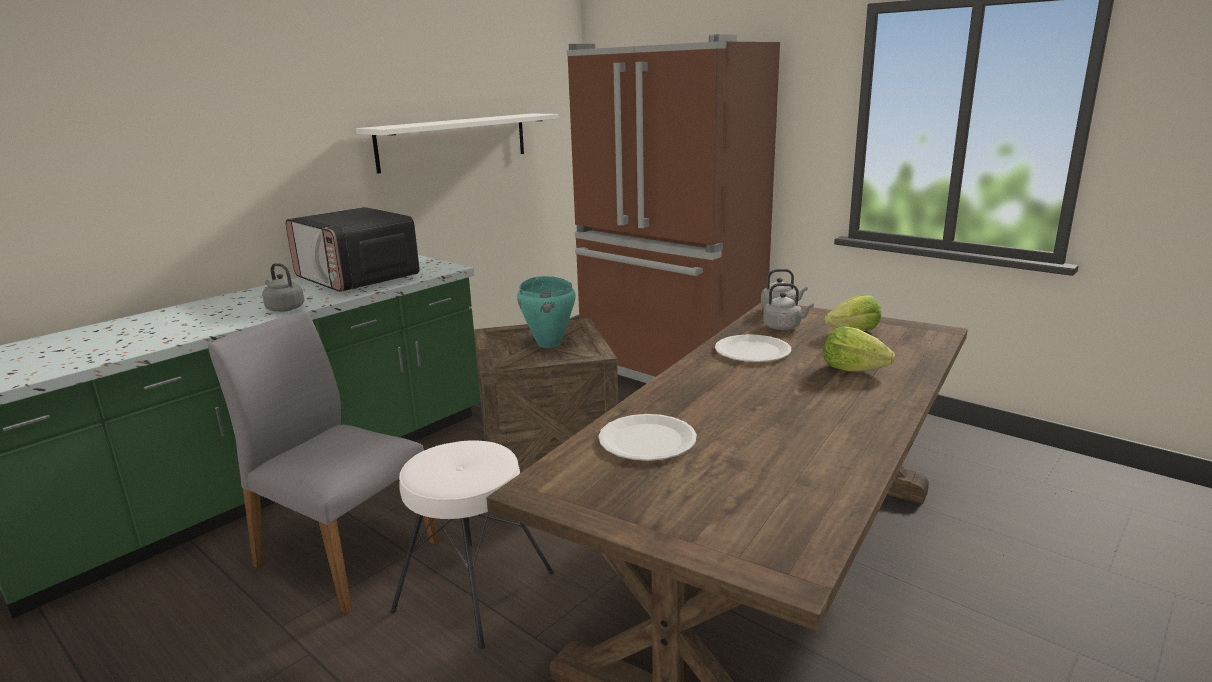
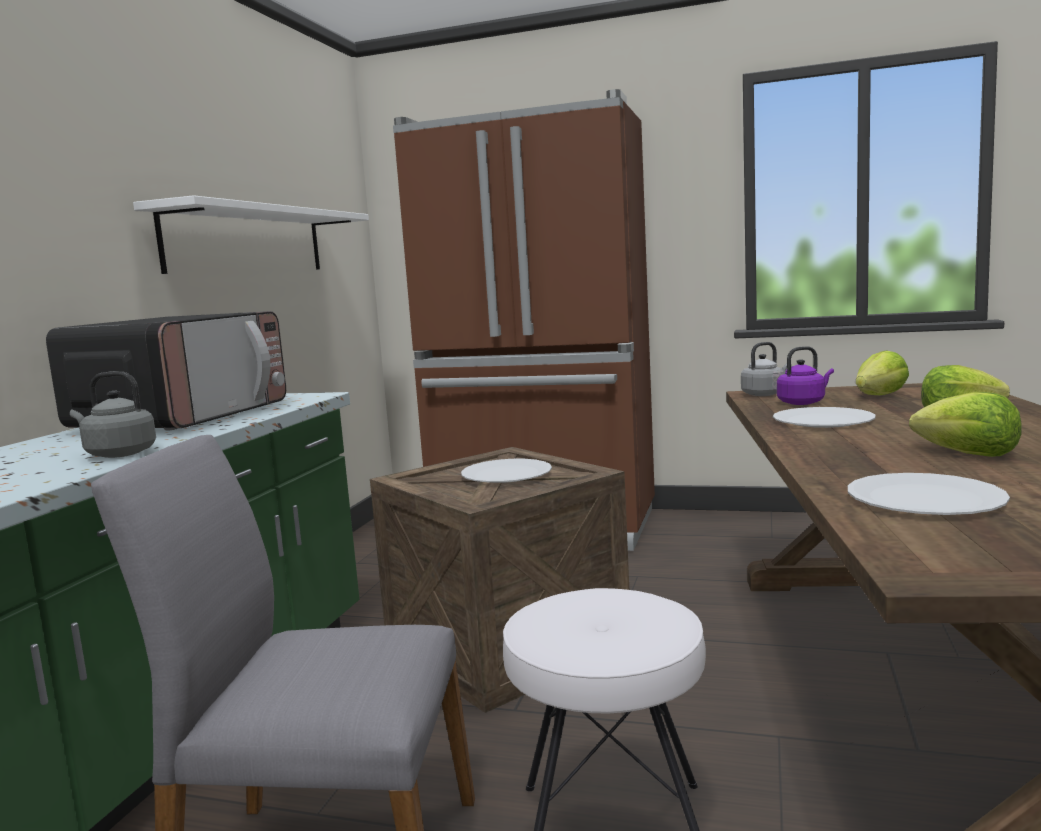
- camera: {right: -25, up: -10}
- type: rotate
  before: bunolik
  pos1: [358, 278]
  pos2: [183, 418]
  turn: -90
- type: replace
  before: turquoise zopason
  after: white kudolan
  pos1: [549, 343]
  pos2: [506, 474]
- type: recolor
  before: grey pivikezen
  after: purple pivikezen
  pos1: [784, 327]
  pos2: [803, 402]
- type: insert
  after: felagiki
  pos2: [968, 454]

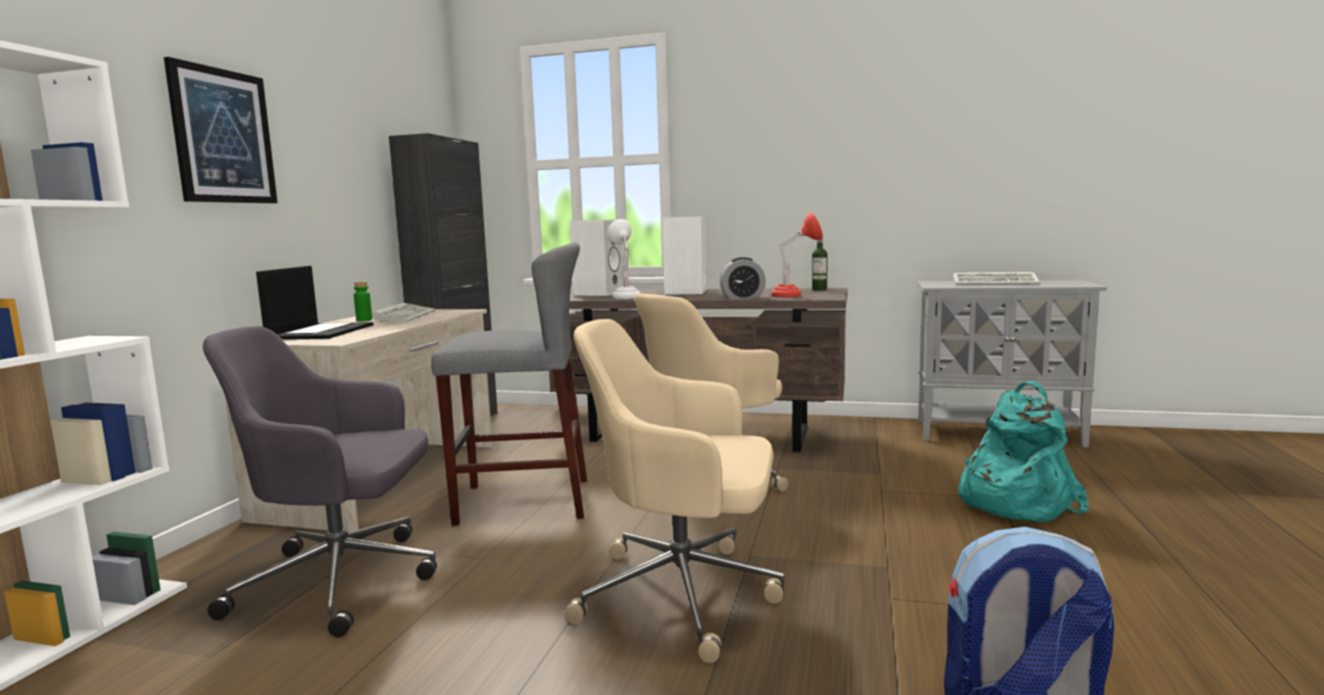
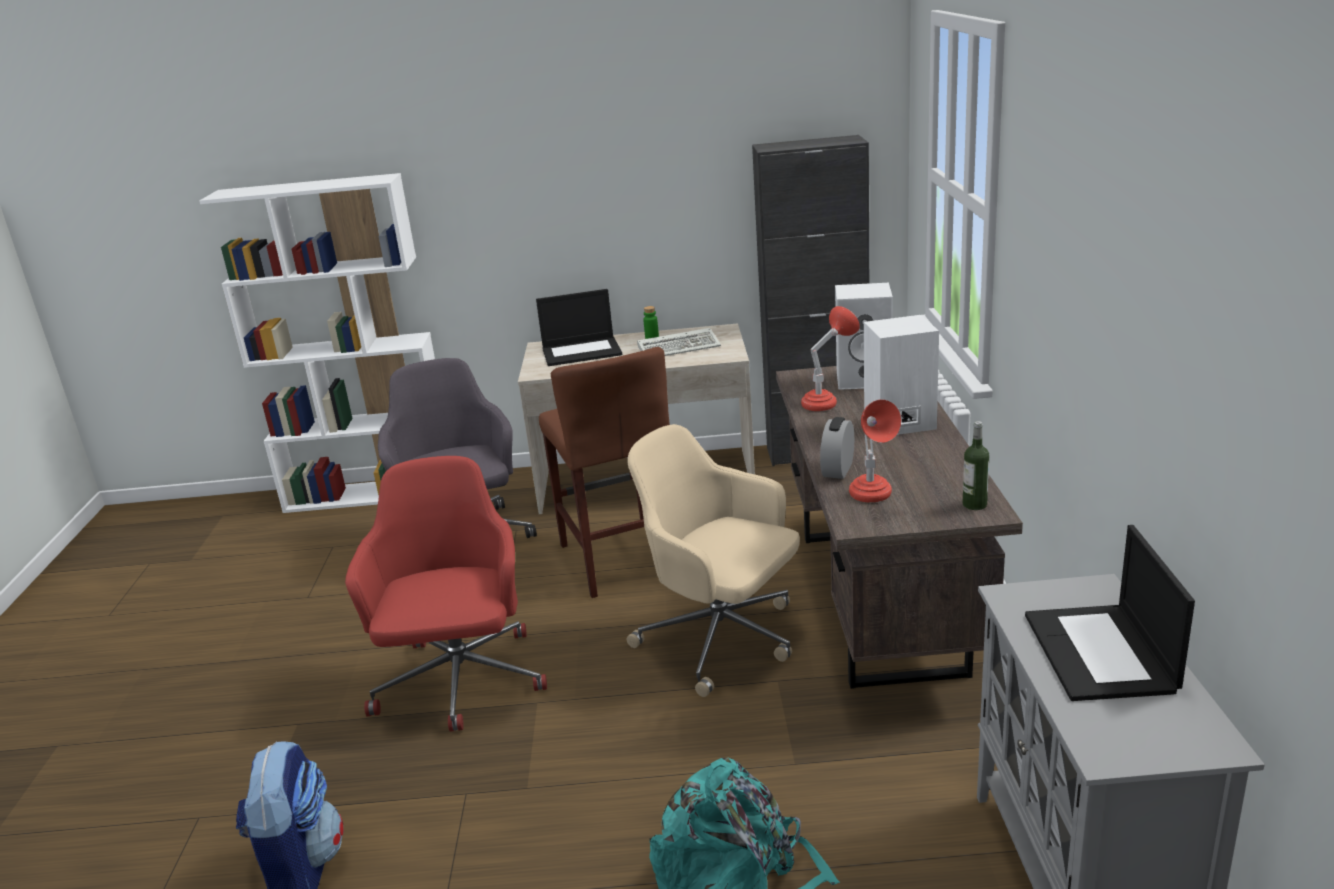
- camera: {right: 75, up: 15}
- type: delete
  before: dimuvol
  pos1: [223, 136]
- type: recolor
  before: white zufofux
  after: red zufofux
  pos1: [625, 297]
  pos2: [827, 402]
- type: recolor
  before: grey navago
  after: brown navago
  pos1: [523, 501]
  pos2: [621, 558]
- type: rotate
  before: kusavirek
  pos1: [742, 298]
  pos2: [838, 469]
  turn: 45
- type: replace
  before: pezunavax
  after: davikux
  pos1: [996, 283]
  pos2: [1101, 653]
- type: recolor
  before: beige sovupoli
  after: red sovupoli
  pos1: [684, 594]
  pos2: [460, 683]

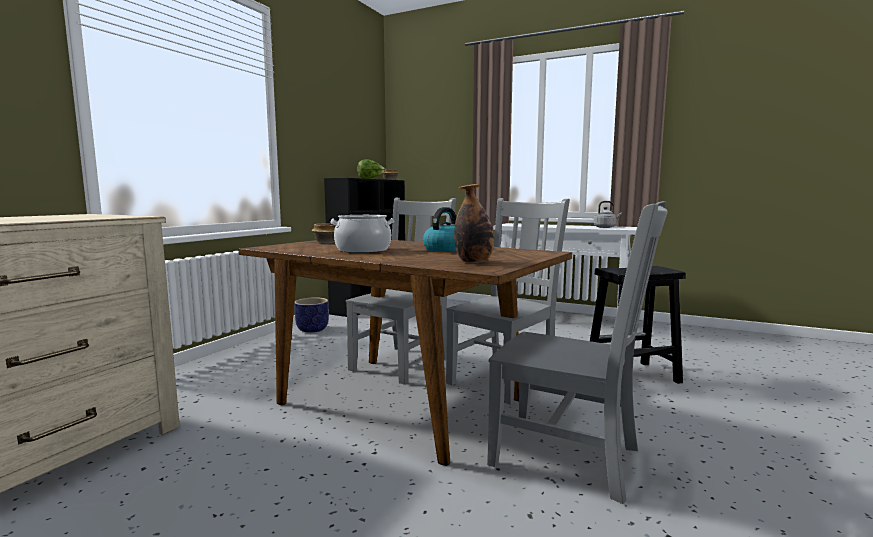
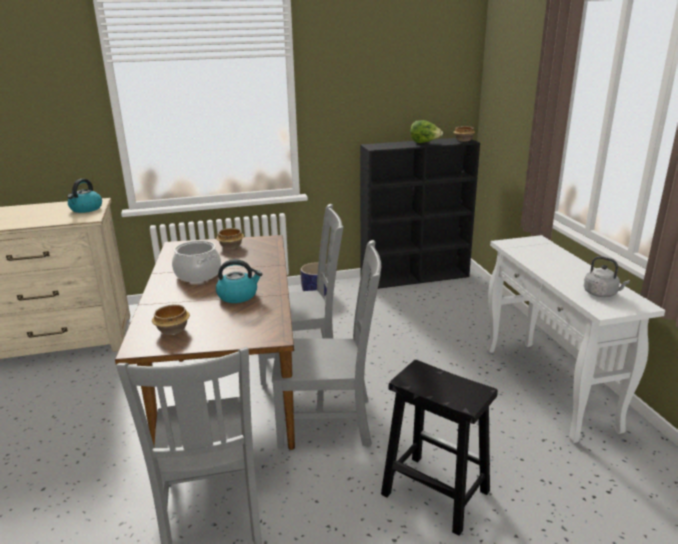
- camera: {right: 50, up: 15}
- type: replace
  before: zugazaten
  after: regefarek
  pos1: [474, 262]
  pos2: [172, 330]
- type: insert
  after: pivikezen
  pos2: [86, 209]

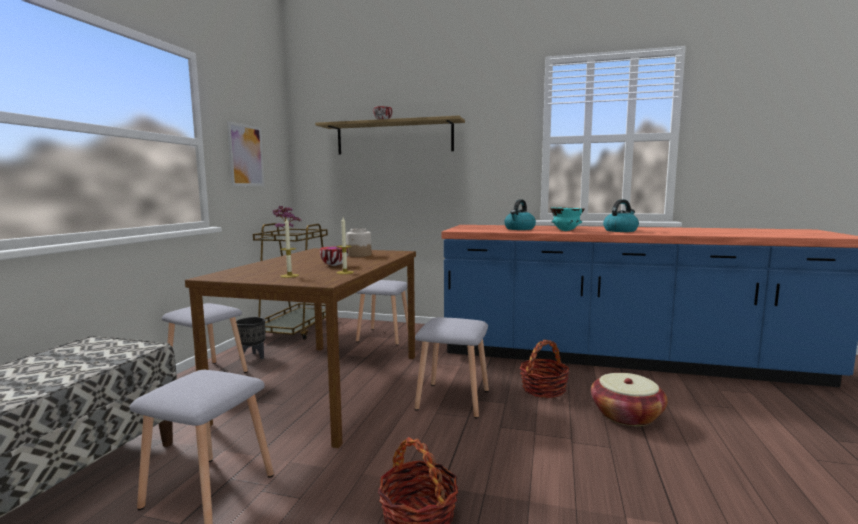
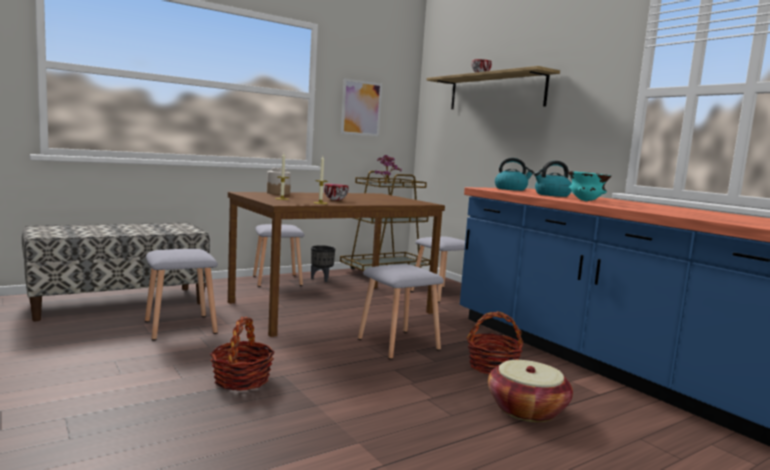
- camera: {right: 40, up: 0}
- type: move
  before: pivikezen
  pos1: [620, 231]
  pos2: [511, 189]
- type: move
  before: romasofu
  pos1: [359, 255]
  pos2: [278, 193]

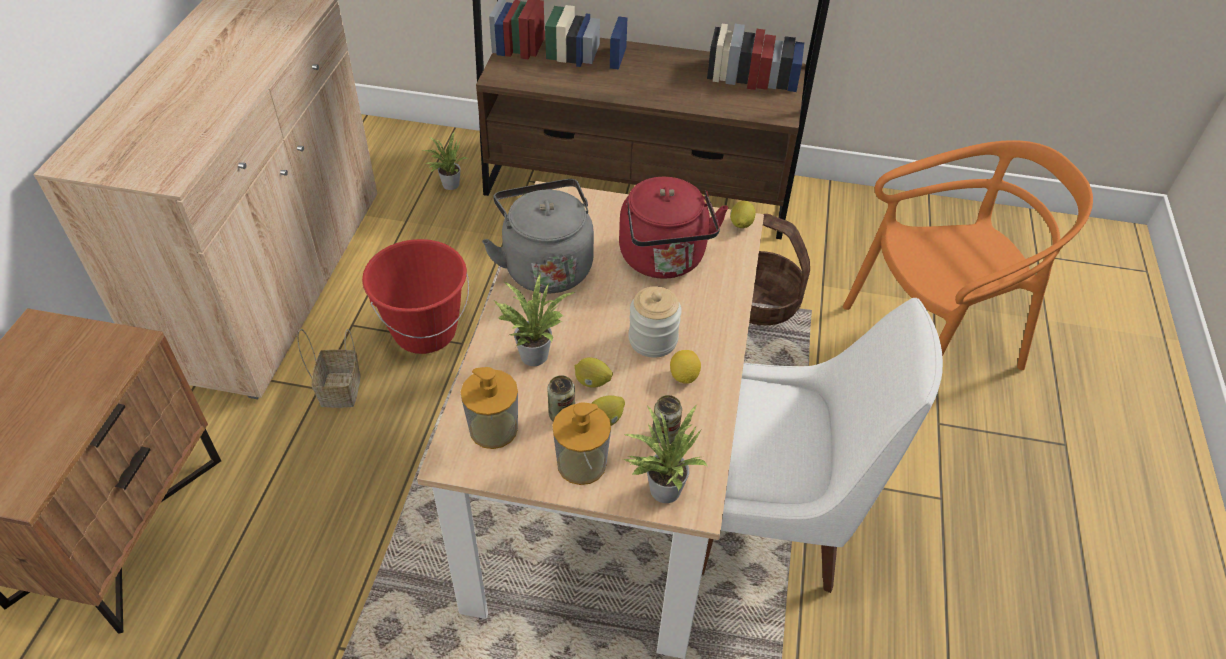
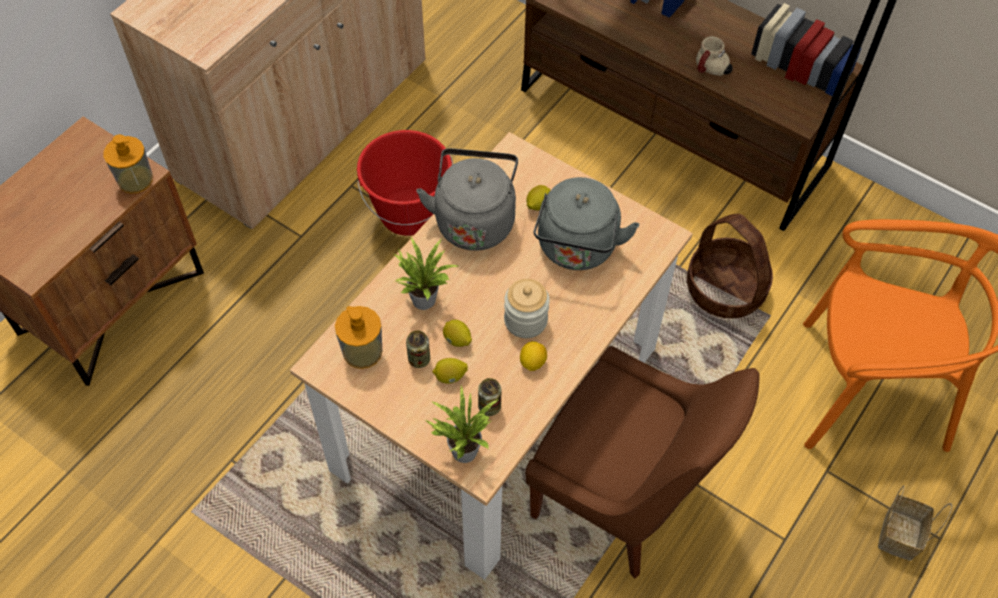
- camera: {right: 25, up: 10}
- type: delete
  before: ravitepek
  pos1: [448, 184]
- type: recolor
  before: red pivikezen
  after: grey pivikezen
  pos1: [664, 260]
  pos2: [577, 249]
- type: move
  before: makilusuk
  pos1: [740, 224]
  pos2: [538, 205]
- type: recolor
  before: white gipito
  after: brown gipito
  pos1: [774, 519]
  pos2: [622, 497]
- type: move
  before: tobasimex
  pos1: [339, 388]
  pos2: [898, 533]
- type: move
  before: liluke
  pos1: [581, 464]
  pos2: [135, 179]
- type: insert
  after: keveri
  pos2: [710, 71]

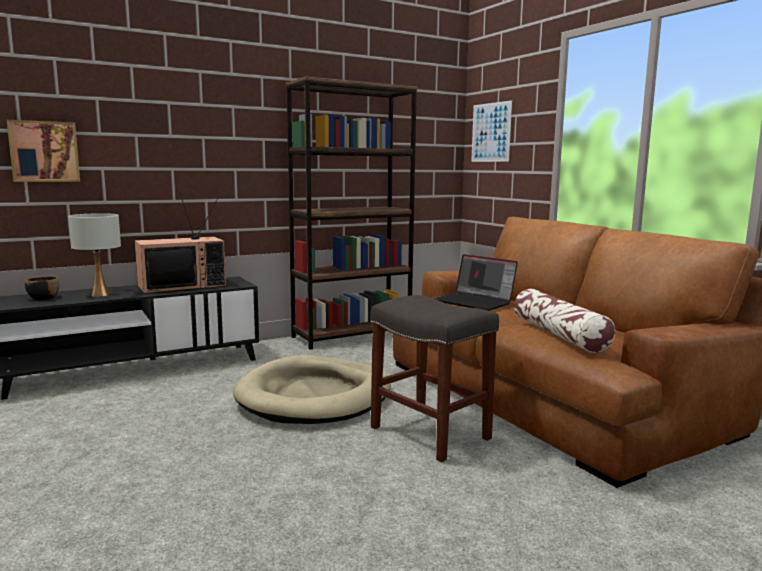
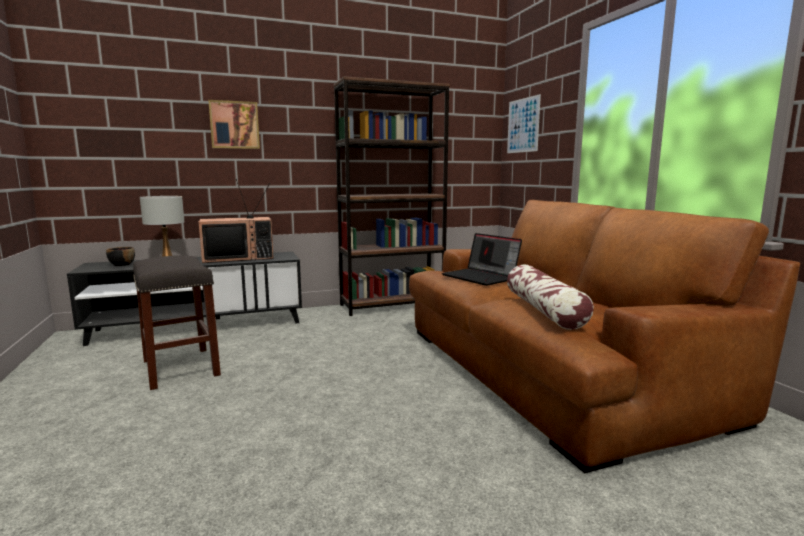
- camera: {right: 10, up: 0}
- type: move
  before: dimuvol
  pos1: [44, 151]
  pos2: [234, 125]
- type: move
  before: grey navago
  pos1: [428, 432]
  pos2: [180, 367]
- type: delete
  before: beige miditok
  pos1: [315, 396]

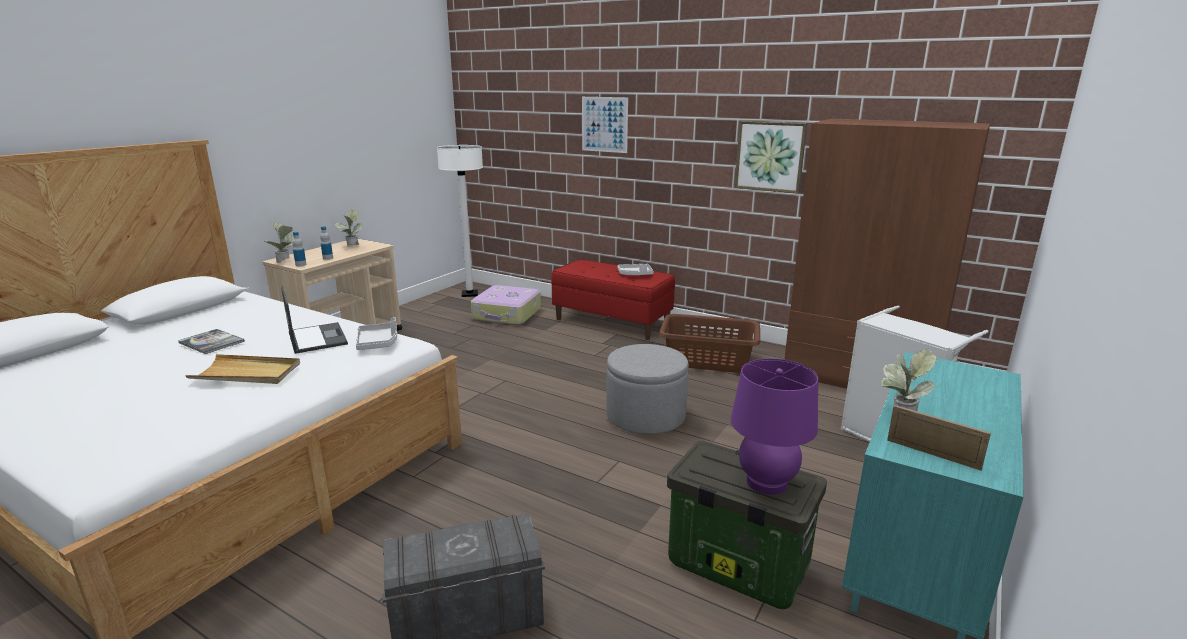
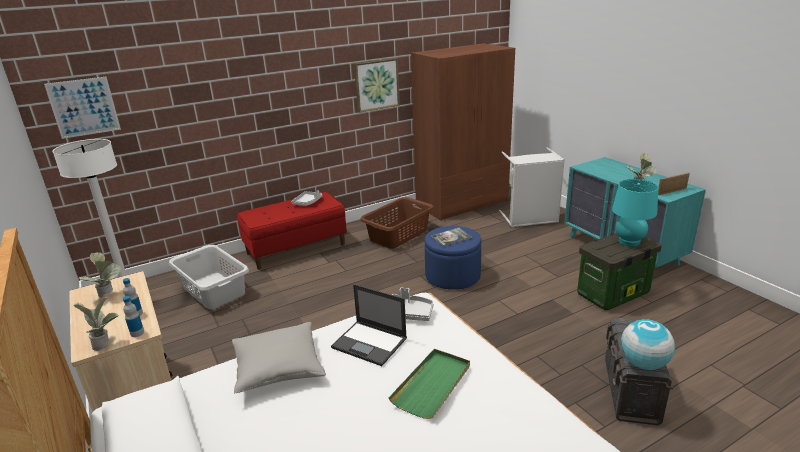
- camera: {right: -60, up: 5}
- type: move
  before: dimuvol
  pos1: [604, 124]
  pos2: [84, 107]
- type: replace
  before: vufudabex
  after: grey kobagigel
  pos1: [507, 314]
  pos2: [213, 290]
- type: rotate
  before: davikux
  pos1: [317, 338]
  pos2: [370, 343]
  turn: -150
- type: move
  before: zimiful
  pos1: [211, 342]
  pos2: [451, 237]
- type: recolor
  before: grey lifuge
  after: blue lifuge
  pos1: [645, 416]
  pos2: [452, 276]
- type: recolor
  before: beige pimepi
  after: green pimepi
  pos1: [247, 373]
  pos2: [432, 385]
- type: recolor
  before: purple zufofux
  after: turquoise zufofux
  pos1: [766, 482]
  pos2: [629, 241]
- type: insert
  after: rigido
  pos2: [643, 364]
- type: insert
  after: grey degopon
  pos2: [278, 368]

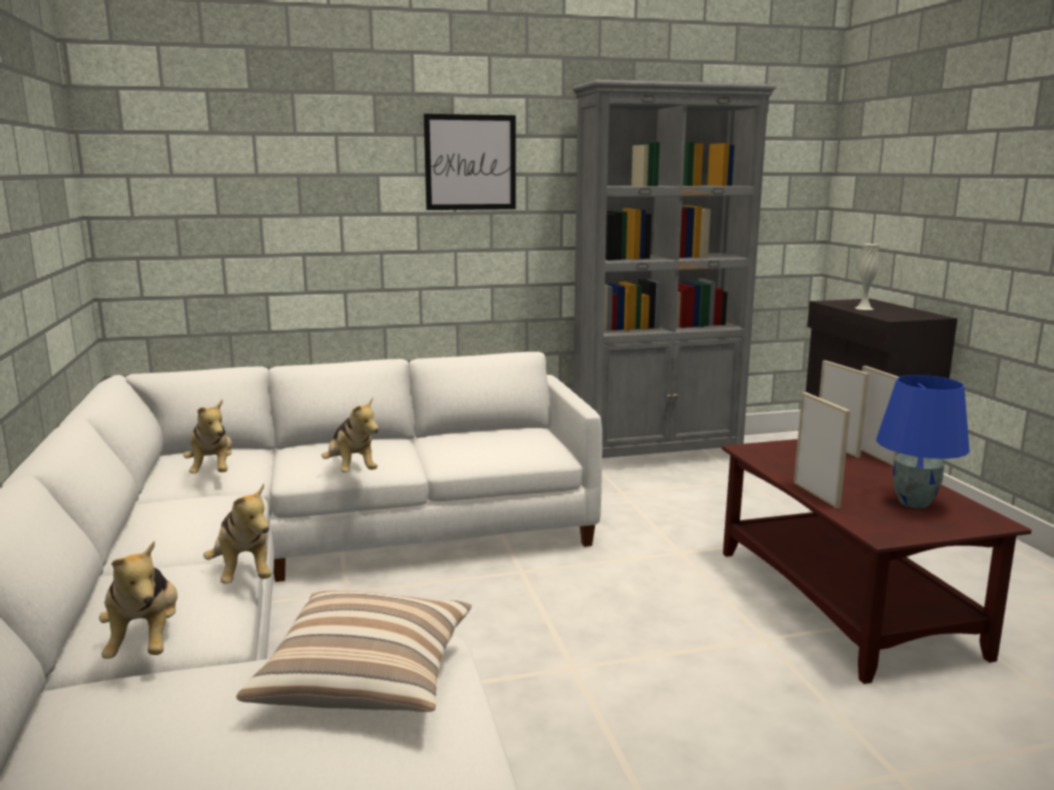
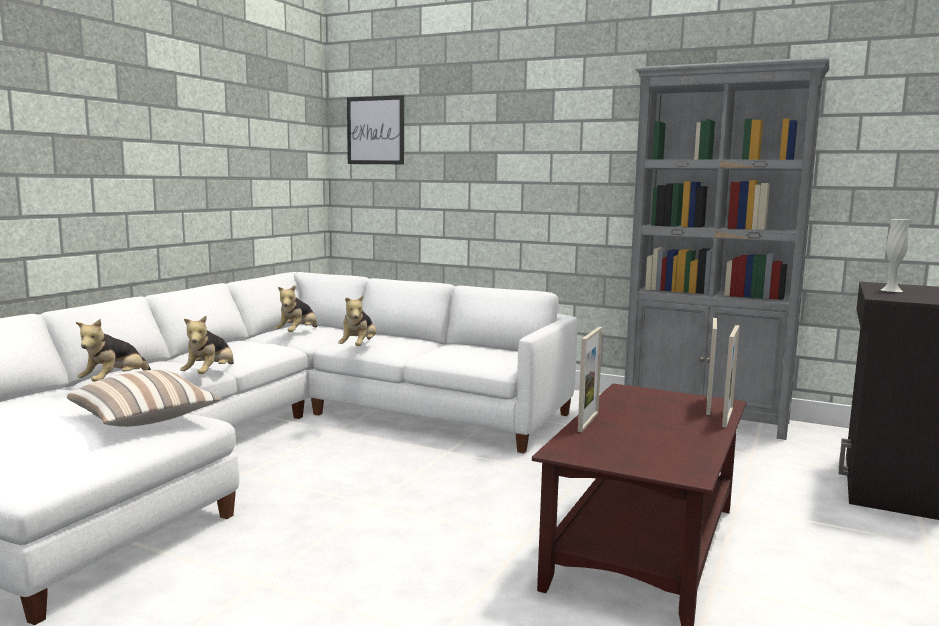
- camera: {right: 40, up: -5}
- type: move
  before: dimuvol
  pos1: [470, 162]
  pos2: [375, 130]
- type: delete
  before: blue zufofux
  pos1: [914, 503]

